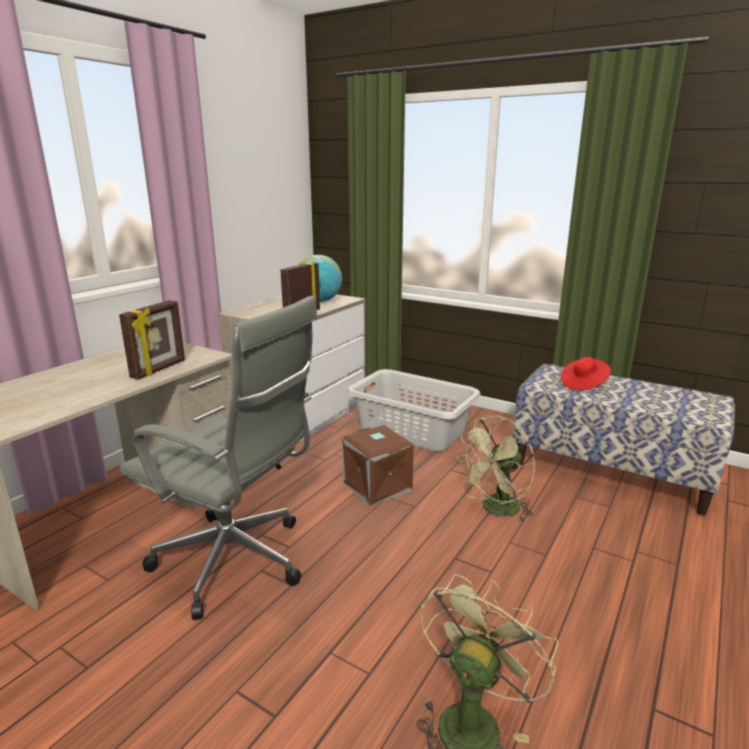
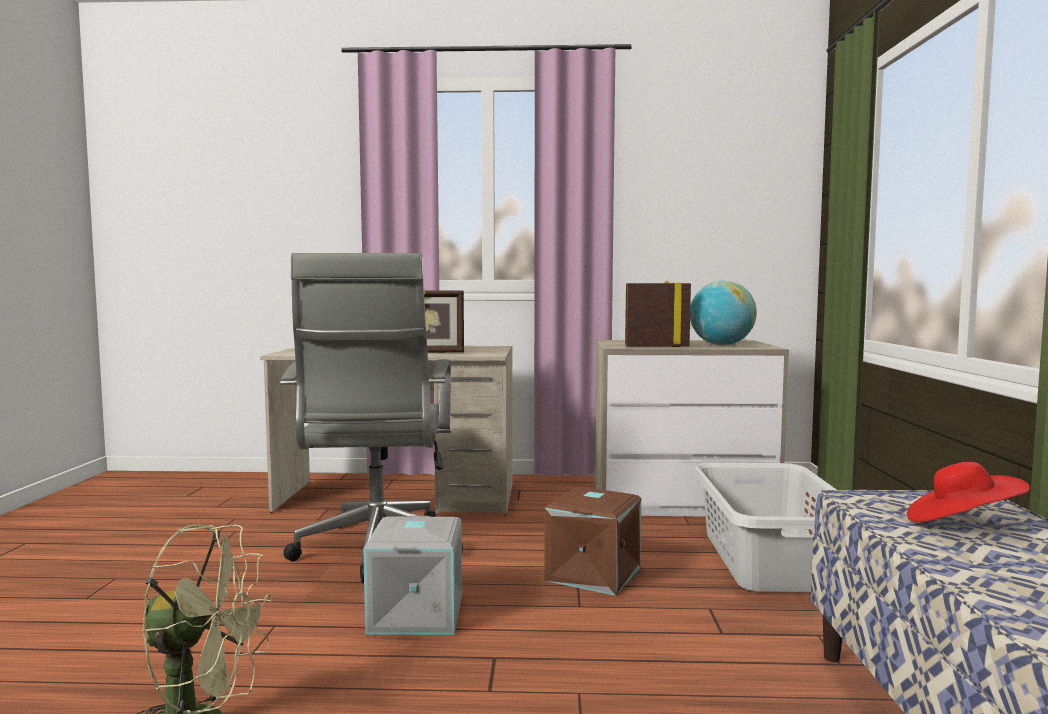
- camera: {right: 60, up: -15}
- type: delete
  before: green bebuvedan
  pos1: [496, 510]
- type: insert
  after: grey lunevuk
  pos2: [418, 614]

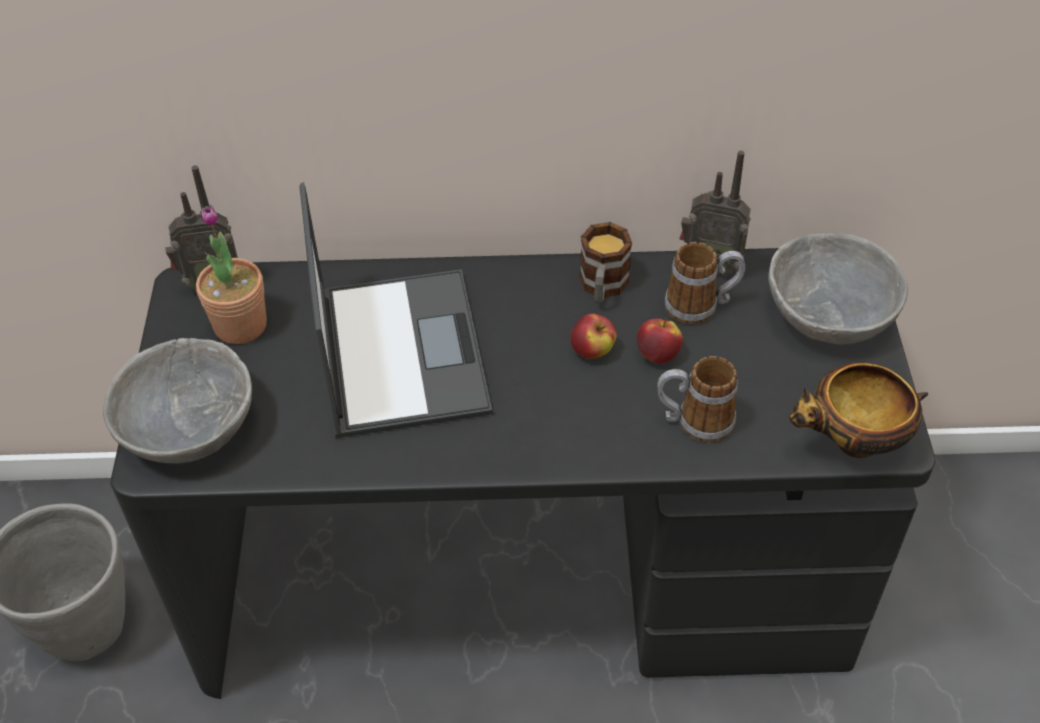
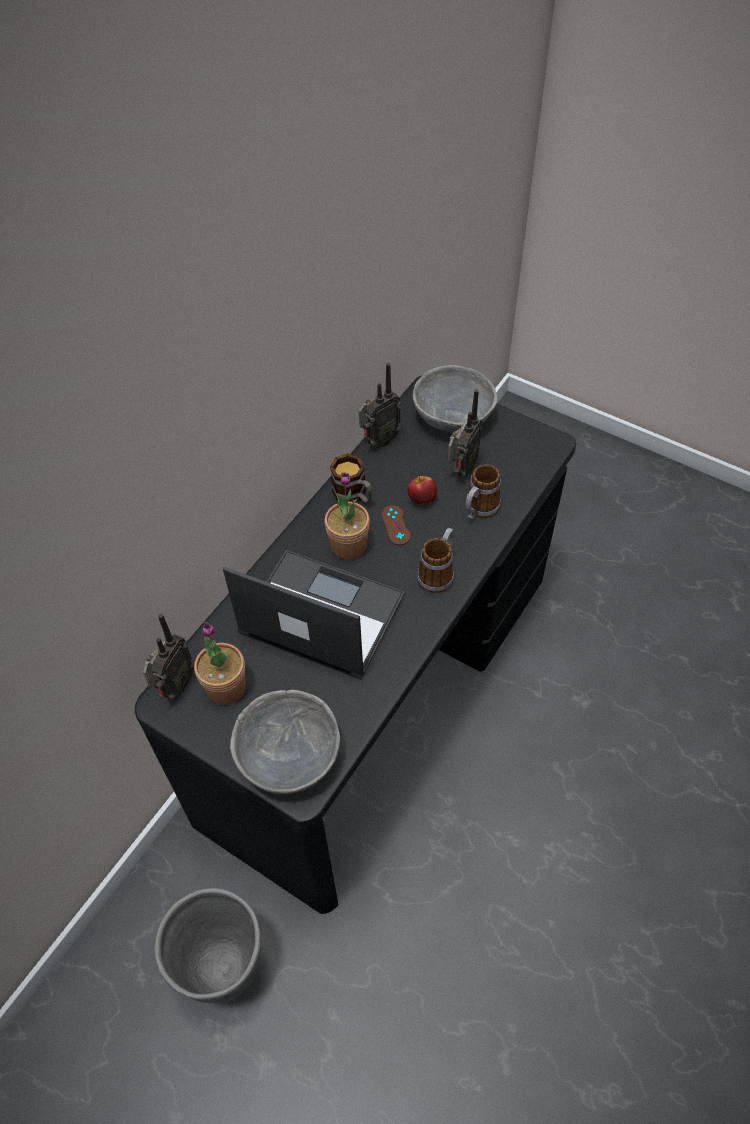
- camera: {right: -55, up: 5}
- type: move
  before: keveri
  pos1: [701, 306]
  pos2: [438, 573]
- type: replace
  before: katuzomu
  after: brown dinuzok
  pos1: [592, 351]
  pos2: [396, 525]
- type: delete
  before: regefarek
  pos1: [852, 444]
- type: insert
  after: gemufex
  pos2: [461, 470]
- type: insert
  after: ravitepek
  pos2: [348, 545]

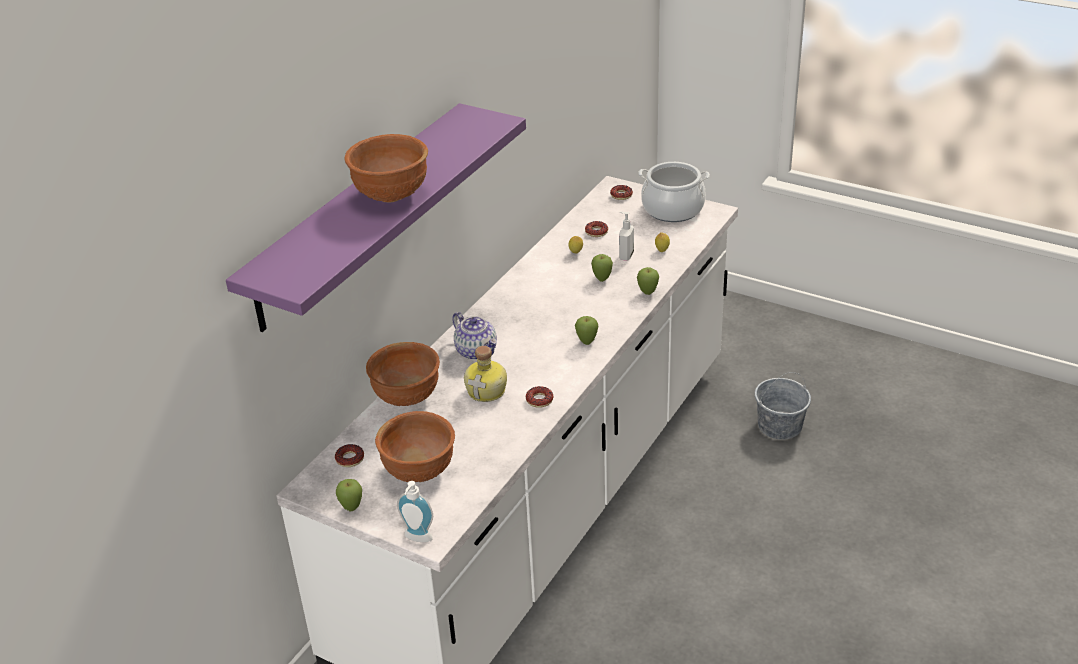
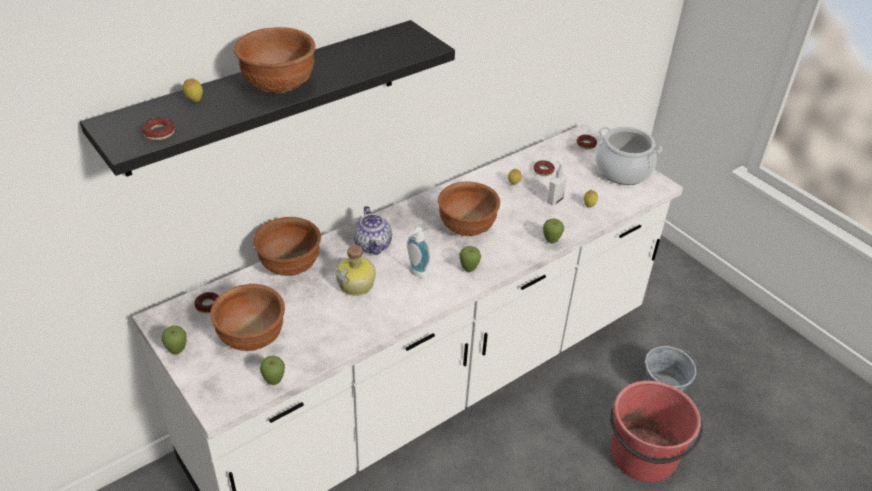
- camera: {right: 20, up: 5}
- type: recolor
  before: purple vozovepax
  after: black vozovepax
  pos1: [359, 215]
  pos2: [265, 96]
- type: move
  before: katuzomu
  pos1: [602, 279]
  pos2: [274, 382]
- type: move
  before: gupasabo
  pos1: [539, 400]
  pos2: [159, 132]
- type: move
  before: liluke
  pos1: [417, 539]
  pos2: [415, 274]
- type: insert
  after: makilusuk
  pos2: [194, 101]
- type: insert
  after: brown regefarek
  pos2: [466, 229]
- type: insert
  after: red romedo
  pos2: [643, 456]

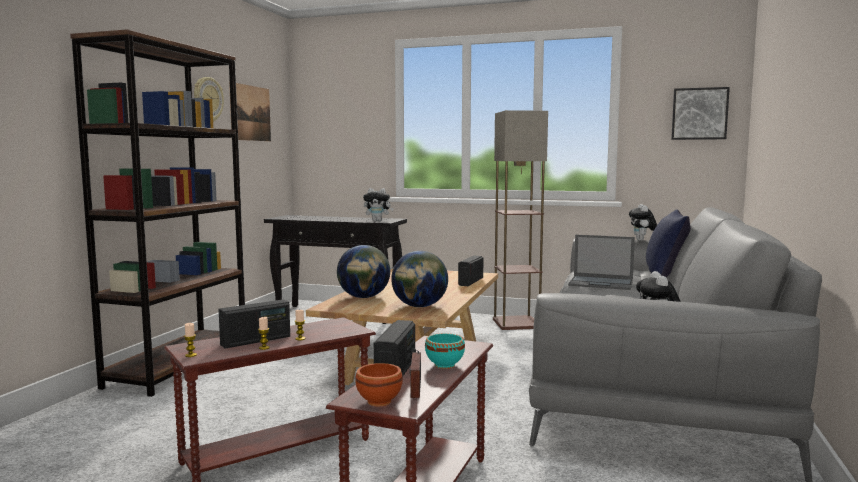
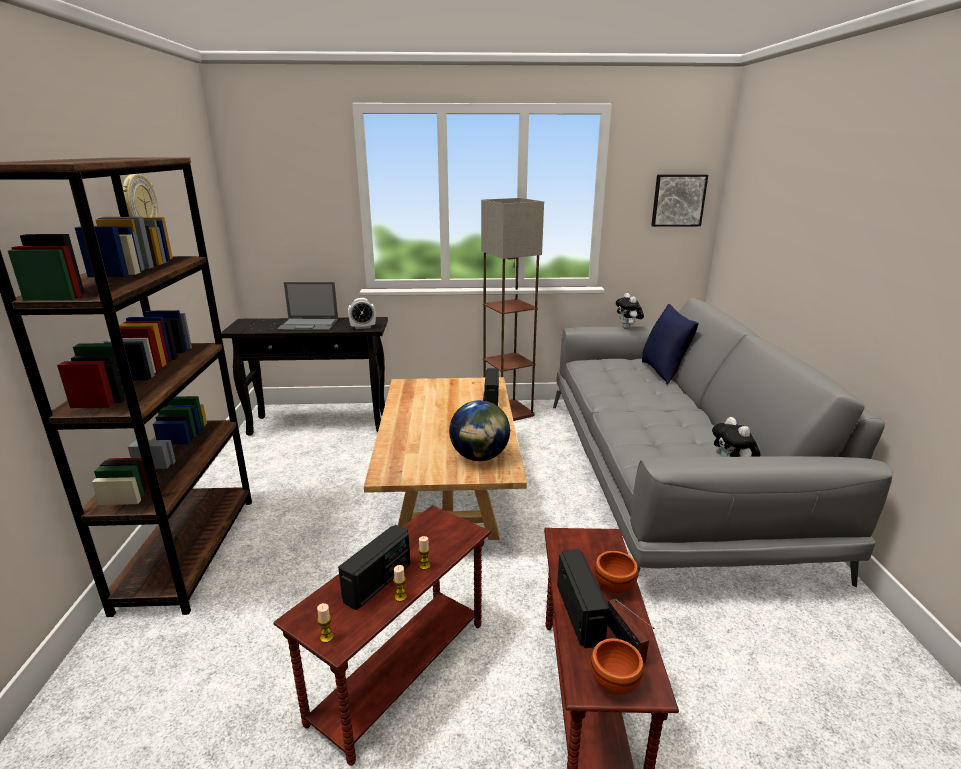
- camera: {right: -20, up: 15}
- type: delete
  before: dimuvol
  pos1: [250, 113]
- type: replace
  before: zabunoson
  after: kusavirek
  pos1: [378, 221]
  pos2: [363, 327]
- type: move
  before: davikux
  pos1: [602, 283]
  pos2: [309, 325]
- type: delete
  before: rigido
  pos1: [364, 297]
- type: recolor
  before: turquoise regefarek
  after: brown regefarek
  pos1: [445, 365]
  pos2: [614, 585]

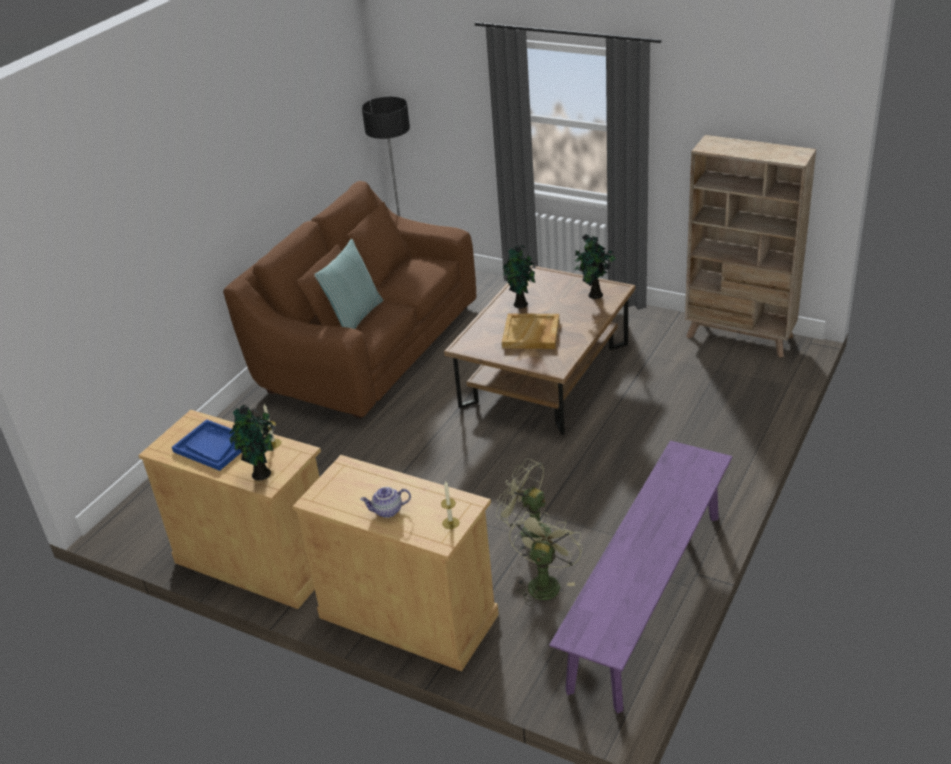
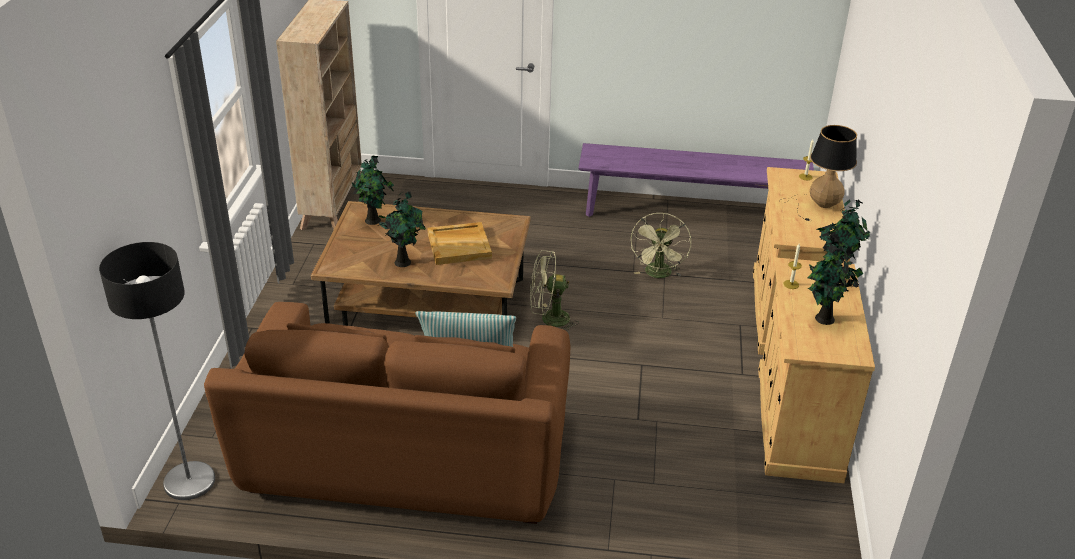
- camera: {right: -115, up: 0}
- type: replace
  before: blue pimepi
  after: ravitepek
  pos1: [213, 446]
  pos2: [824, 320]
- type: replace
  before: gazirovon
  after: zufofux
  pos1: [387, 511]
  pos2: [818, 205]
- type: move
  before: green bebuvedan
  pos1: [544, 582]
  pos2: [548, 319]

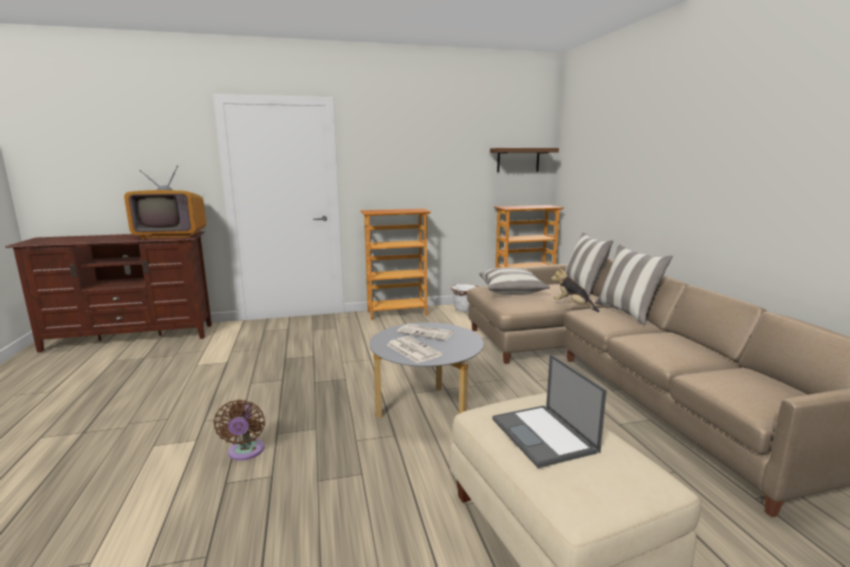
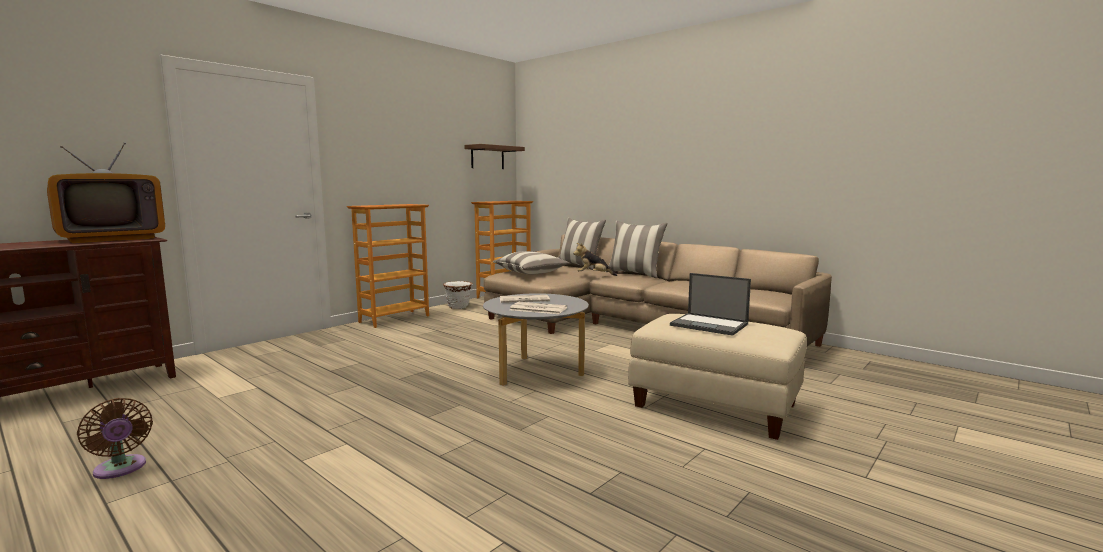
- camera: {right: -35, up: -5}
- type: move
  before: brown bebuvedan
  pos1: [245, 452]
  pos2: [120, 469]

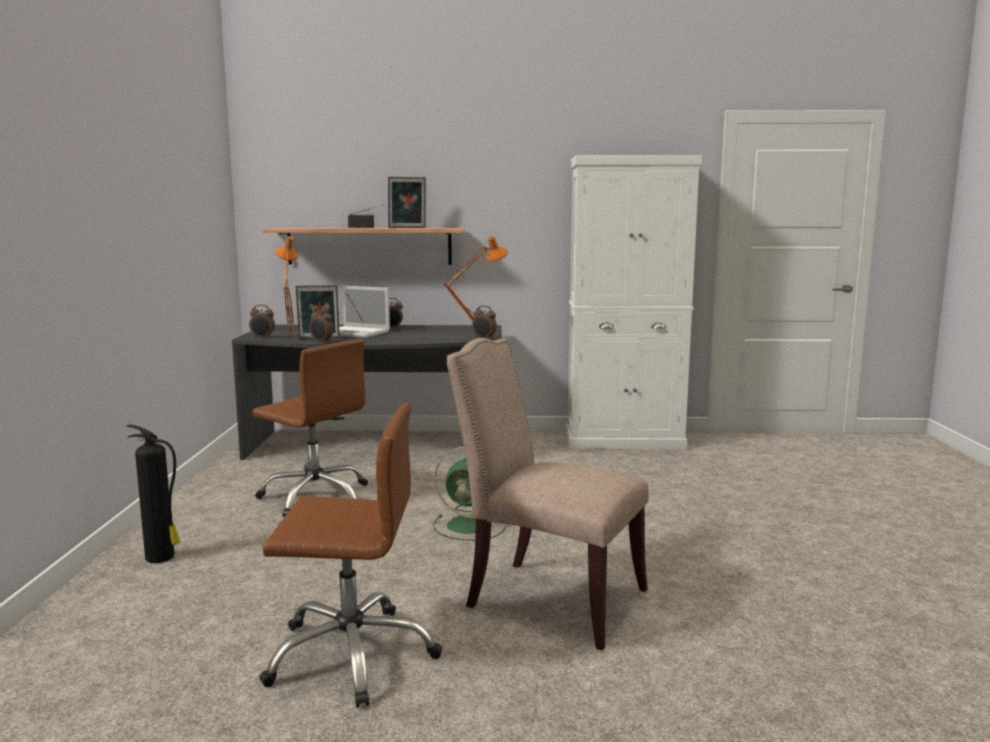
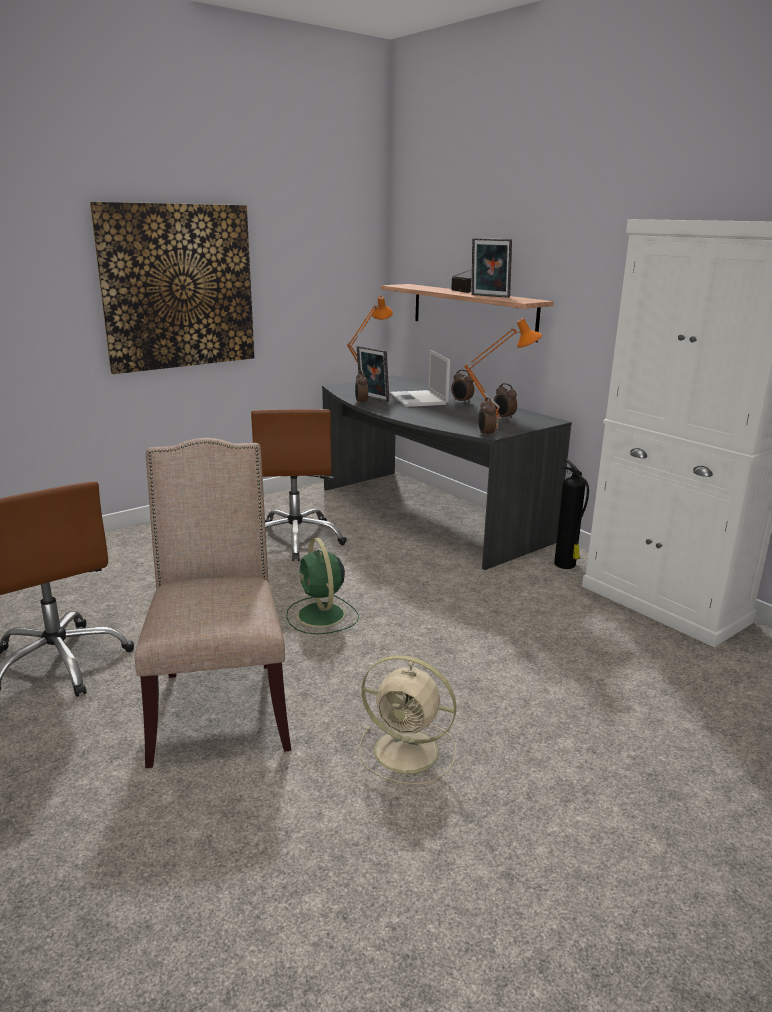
- camera: {right: 50, up: 10}
- type: move
  before: kusavirek
  pos1: [262, 338]
  pos2: [503, 418]
- type: move
  before: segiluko
  pos1: [161, 557]
  pos2: [565, 565]
- type: insert
  after: dimuvol
  pos2: [178, 287]
- type: insert
  after: beige bebuvedan
  pos2: [409, 751]

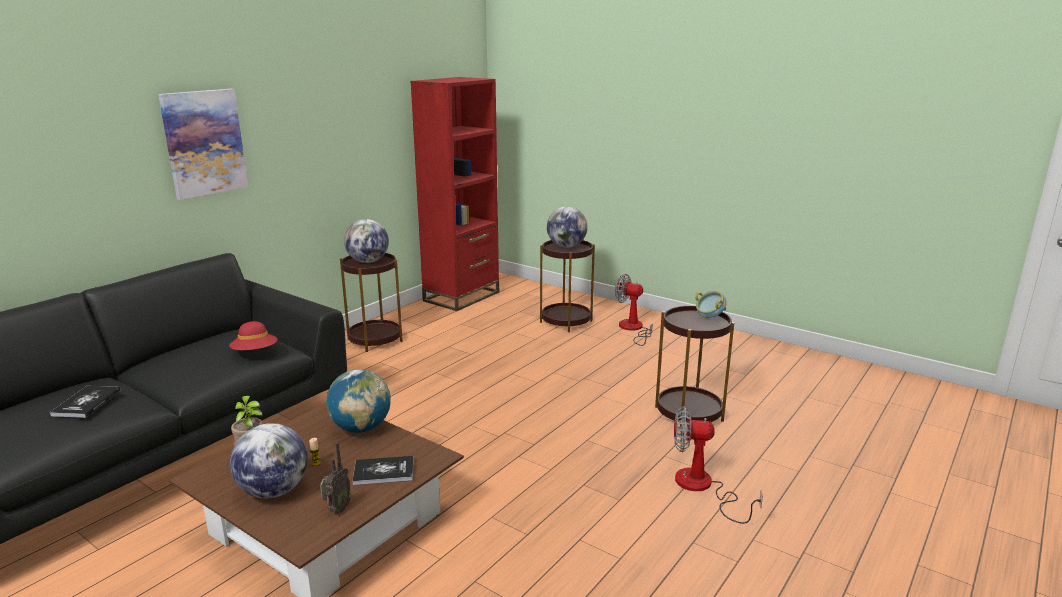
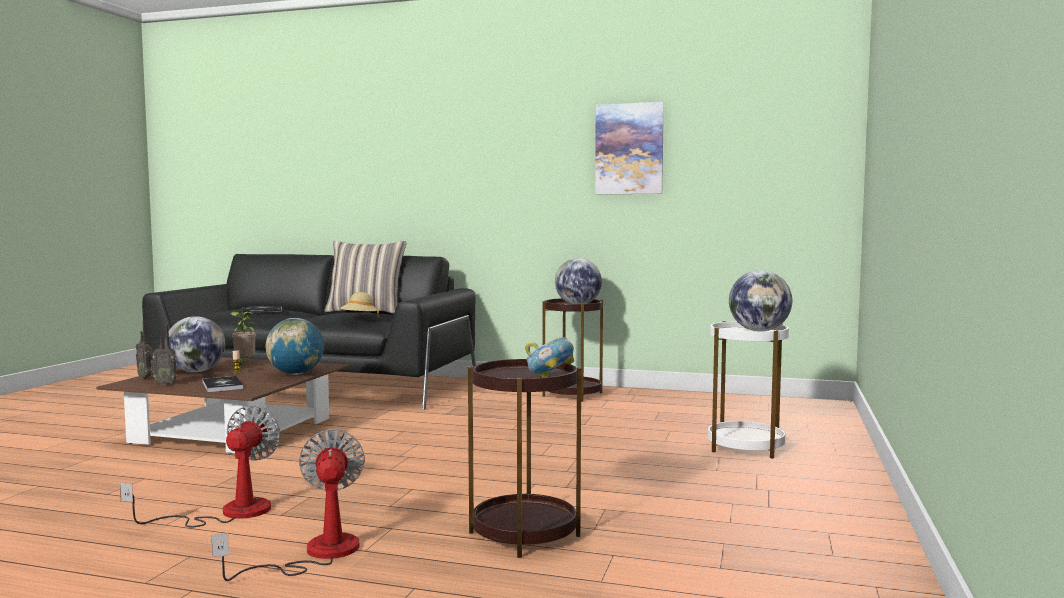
- camera: {right: 70, up: -15}
- type: delete
  before: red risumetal
  pos1: [462, 296]
- type: move
  before: dimuvol
  pos1: [204, 143]
  pos2: [629, 149]
- type: recolor
  before: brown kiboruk
  after: white kiboruk
  pos1: [566, 321]
  pos2: [745, 447]
- type: move
  before: bebuvedan
  pos1: [633, 329]
  pos2: [227, 513]
- type: recolor
  before: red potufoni
  after: beige potufoni
  pos1: [255, 353]
  pos2: [359, 319]
- type: insert
  after: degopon
  pos2: [366, 311]
- type: insert
  after: gemufex
  pos2: [146, 377]

